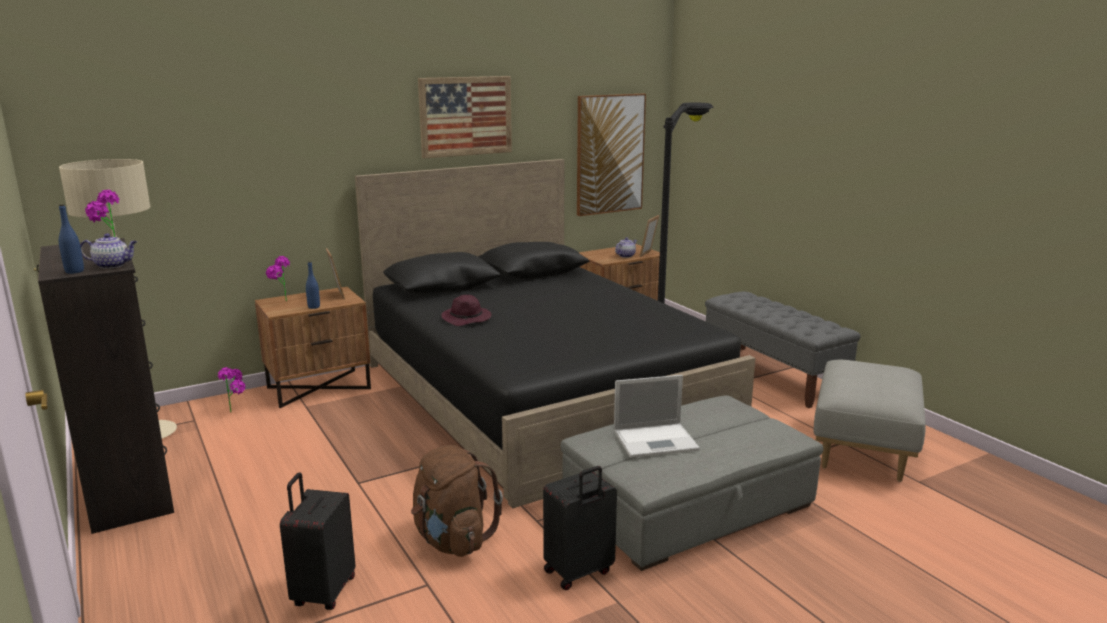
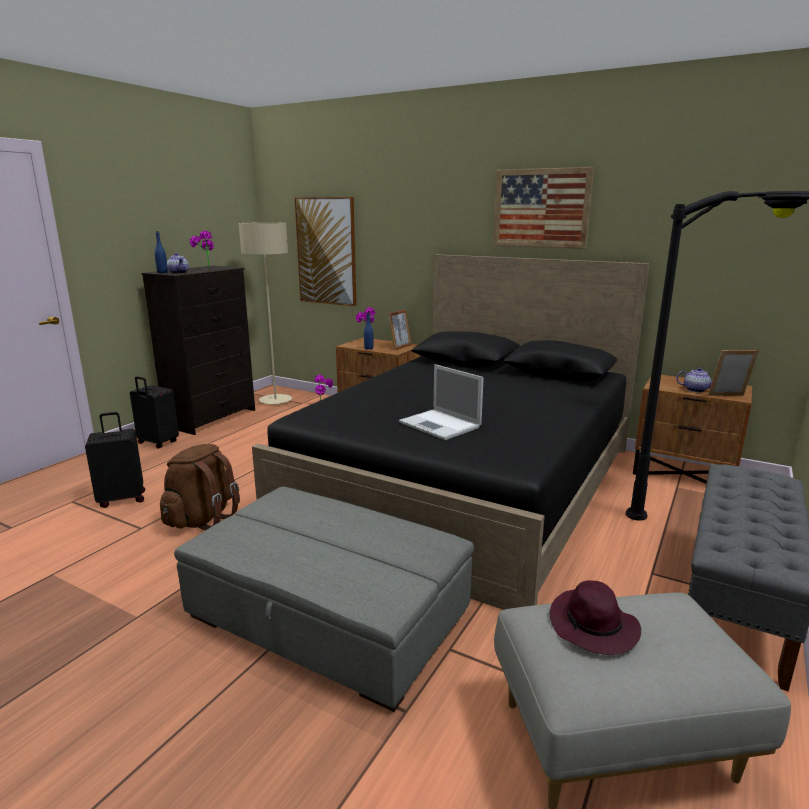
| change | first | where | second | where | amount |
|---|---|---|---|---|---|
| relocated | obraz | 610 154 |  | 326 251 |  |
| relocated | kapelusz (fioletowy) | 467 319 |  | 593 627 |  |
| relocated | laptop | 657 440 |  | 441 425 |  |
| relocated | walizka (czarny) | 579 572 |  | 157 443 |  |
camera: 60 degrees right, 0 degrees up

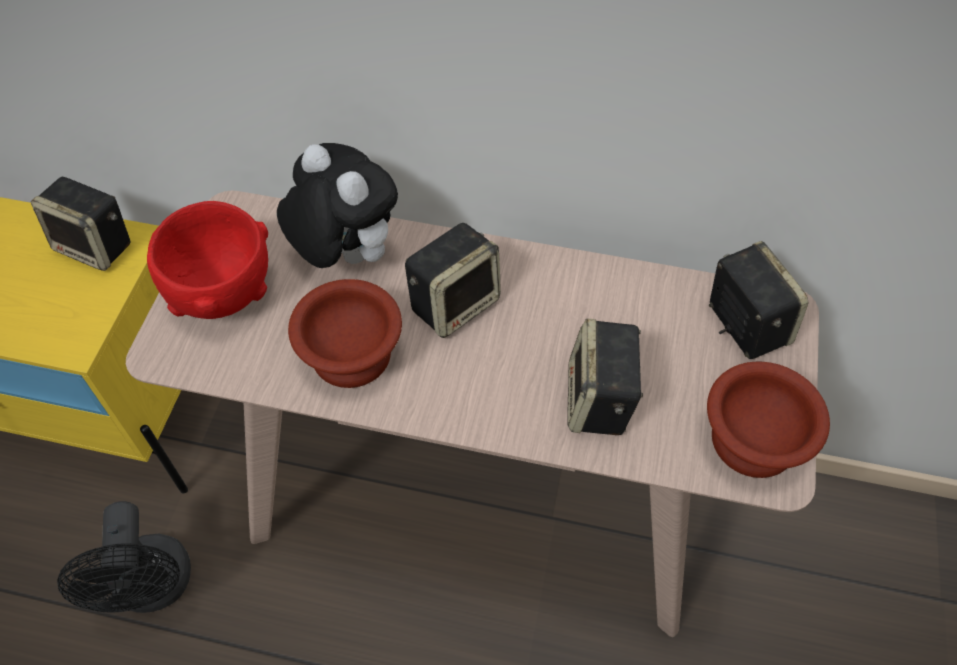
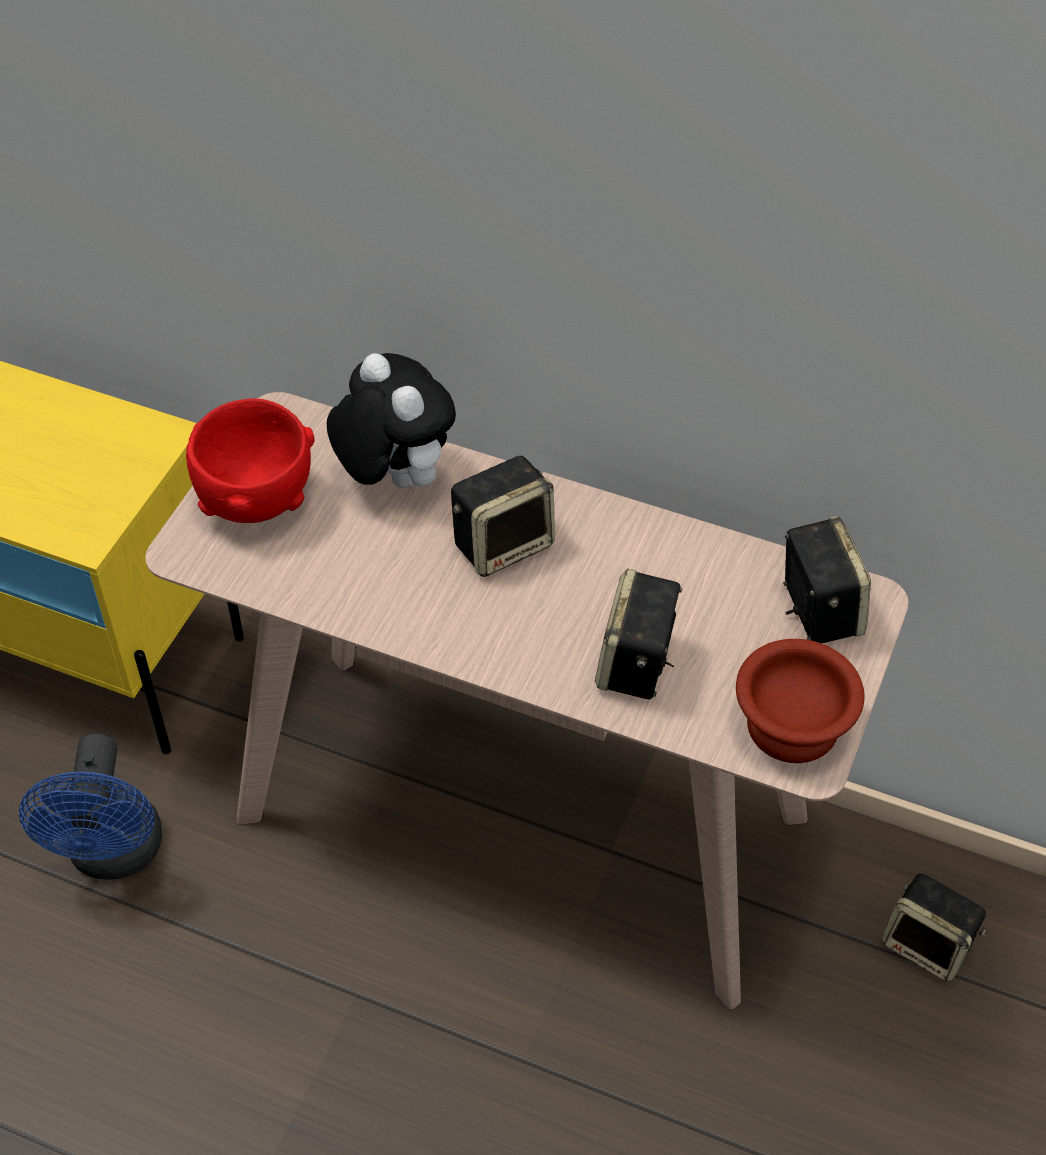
| change | first | where | second | where | amount |
|---|---|---|---|---|---|
| relocated | głośnik | 97 246 |  | 928 946 |  |
| missing | miska (brązowy) | 351 352 |  |  |  |
| colour | wentylator (czarny) | 153 589 | wentylator (niebieski) | 114 856 |  |
camera: 10 degrees right, 5 degrees down

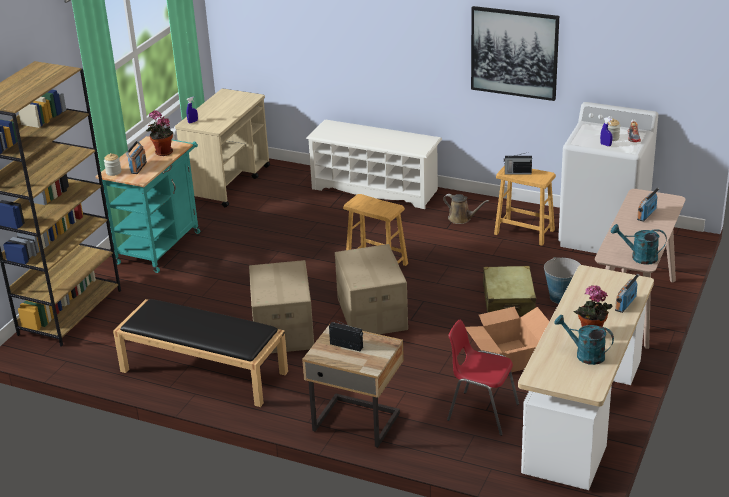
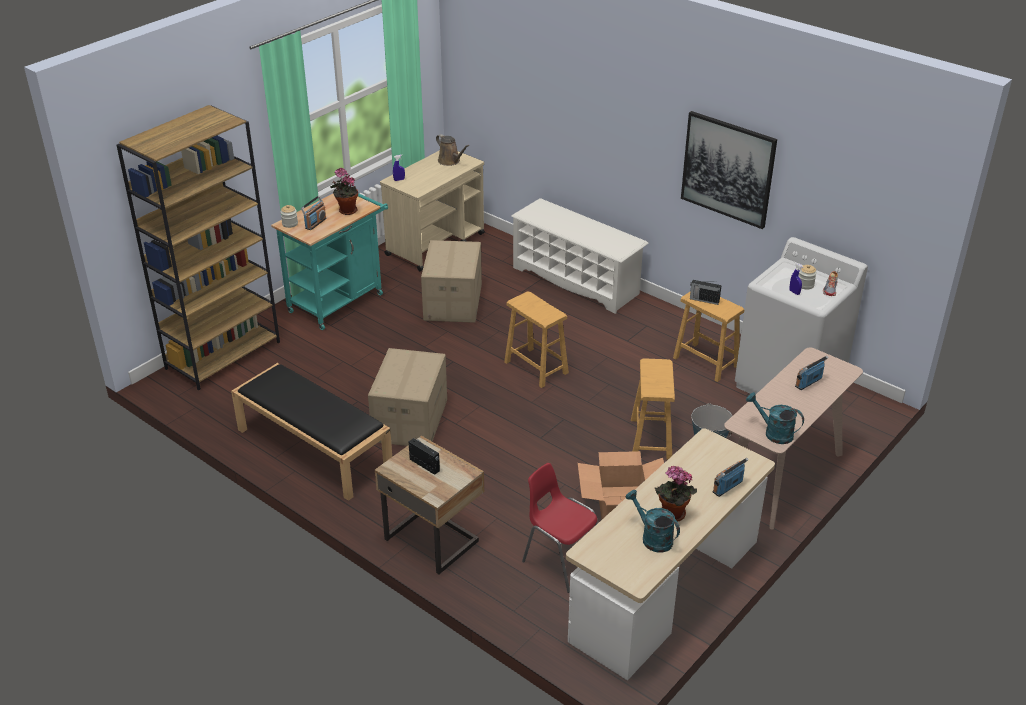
| change | first | where | second | where | amount |
|---|---|---|---|---|---|
| relocated | konewka (brązowy) | 461 219 |  | 450 161 |  |
| relocated | karton | 371 314 |  | 452 302 |  |
| exchanged | walizka (beżowy) | 508 301 | stołek (brązowy) | 650 439 |  |
camera: 15 degrees right, 5 degrees up

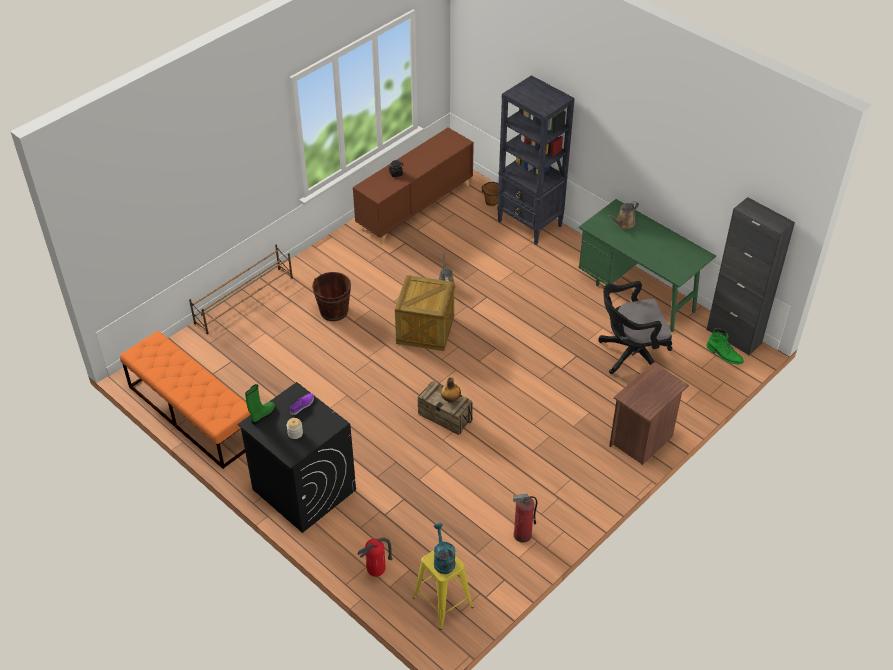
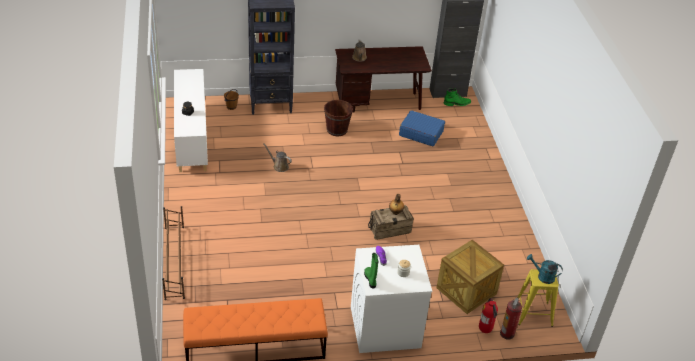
| change | first | where | second | where | amount |
|---|---|---|---|---|---|
| colour | szafka (brązowy) | 415 207 | szafka (biały) | 191 137 |  |
| colour | biurko (zielony) | 638 294 | biurko (brązowy) | 378 102 |  |
| relocated | wiadro (brązowy) | 334 311 |  | 337 130 |  |
| relocated | skrzynka | 425 330 |  | 466 291 |  |
| exchanged | krzesło biurowe (czarny) | 630 355 | walizka (niebieski) | 421 133 |  |
| missing | szafka nocna (brązowy) | 642 440 |  |  |  |
| colour | pralka (czarny) | 303 489 | pralka (biały) | 384 327 |  |
| relocated | gaśnica | 522 535 |  | 507 334 |  |
camera: 55 degrees left, 5 degrees down

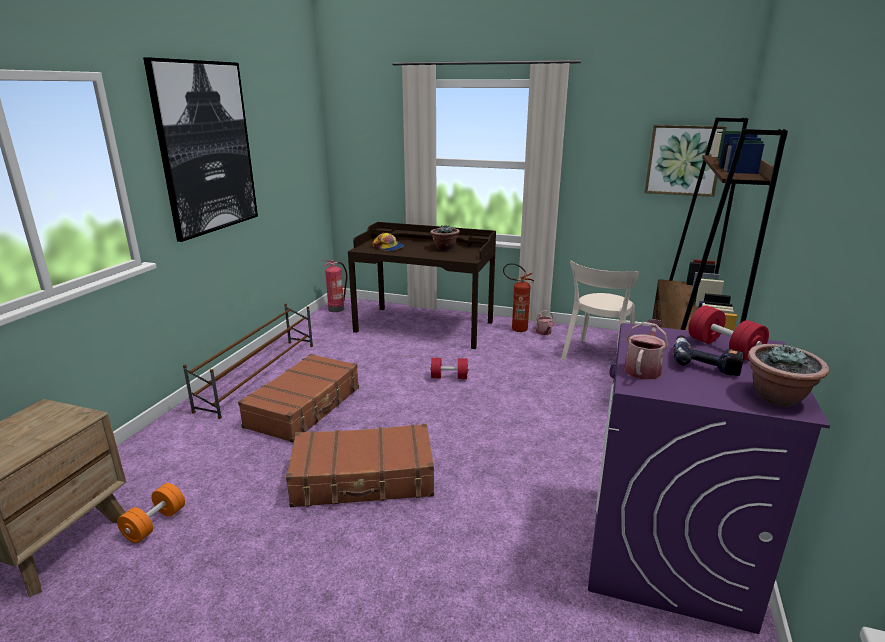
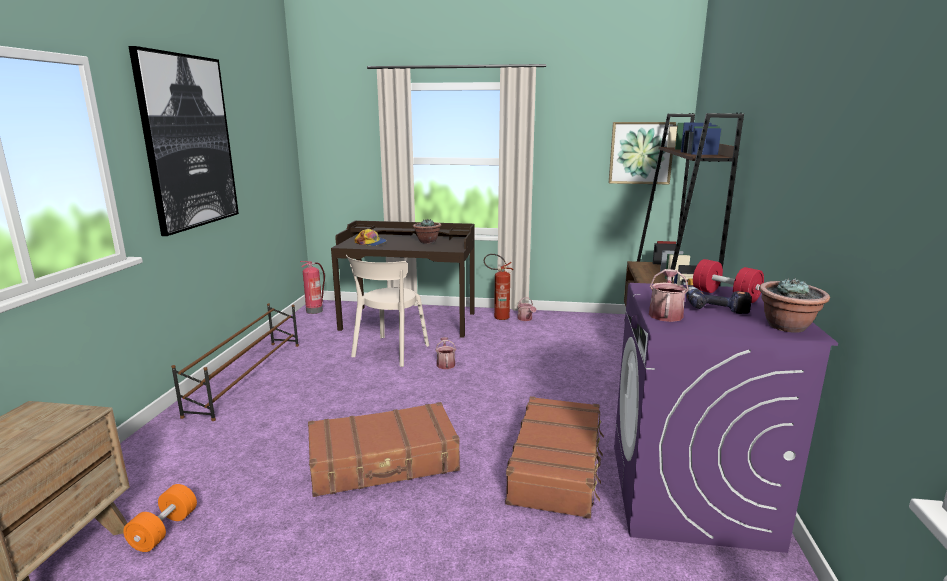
| change | first | where | second | where | amount |
|---|---|---|---|---|---|
| relocated | krzesło (beżowy) | 597 357 |  | 389 352 |  |
| relocated | walizka (brązowy) | 305 407 |  | 557 466 |  |
| exchanged | hantel (czerwony) | 449 377 | konewka | 445 364 |  |
camera: 10 degrees left, 5 degrees down

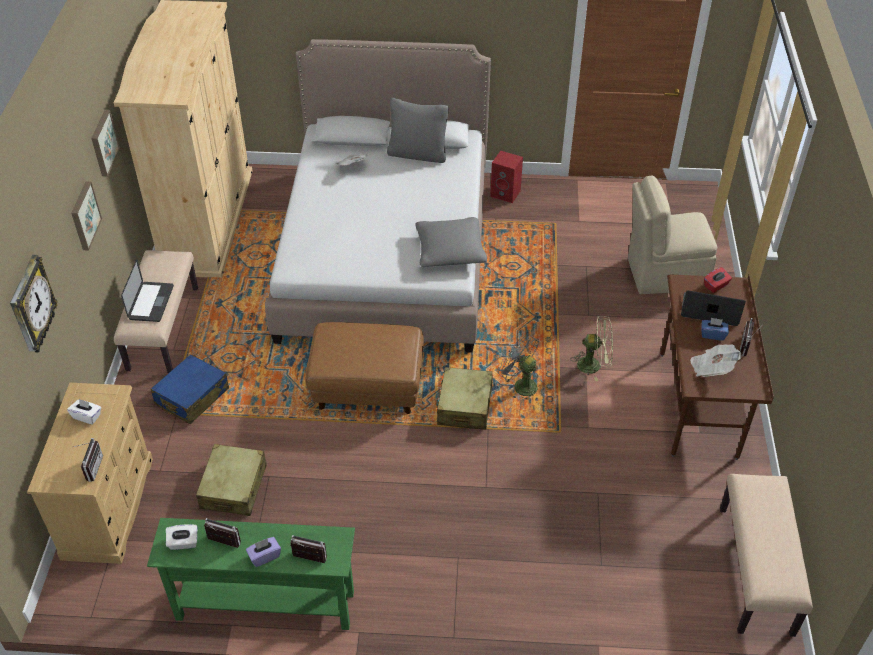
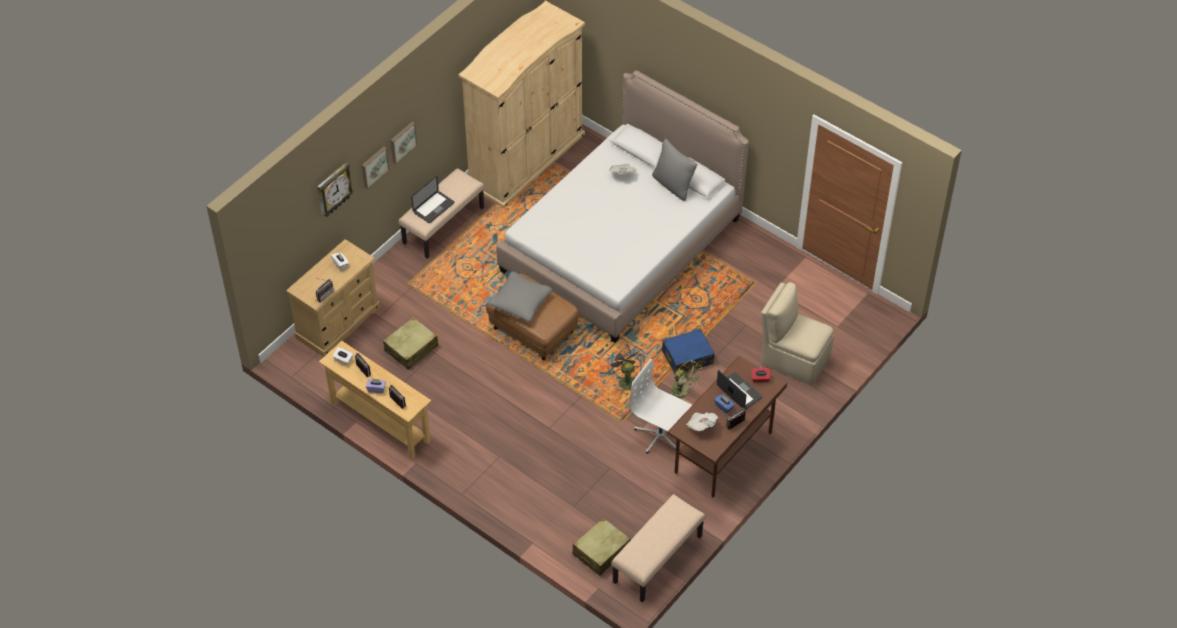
| change | first | where | second | where | amount |
|---|---|---|---|---|---|
| relocated | obraz | 103 143 |  | 374 166 |  |
| missing | głośnik (czerwony) | 506 193 |  |  |  |
| relocated | poduszka (szary) | 450 251 |  | 520 302 |  |
| relocated | walizka (niebieski) | 192 397 |  | 687 357 |  |
| relocated | walizka (beżowy) | 464 406 |  | 601 551 |  |
| colour | stolik konsolowy (zielony) | 265 606 | stolik konsolowy (beżowy) | 380 422 |  |
| appeared |  |  | krzesło biurowe (biały) | 660 435 |  |
camera: 35 degrees right, 5 degrees up

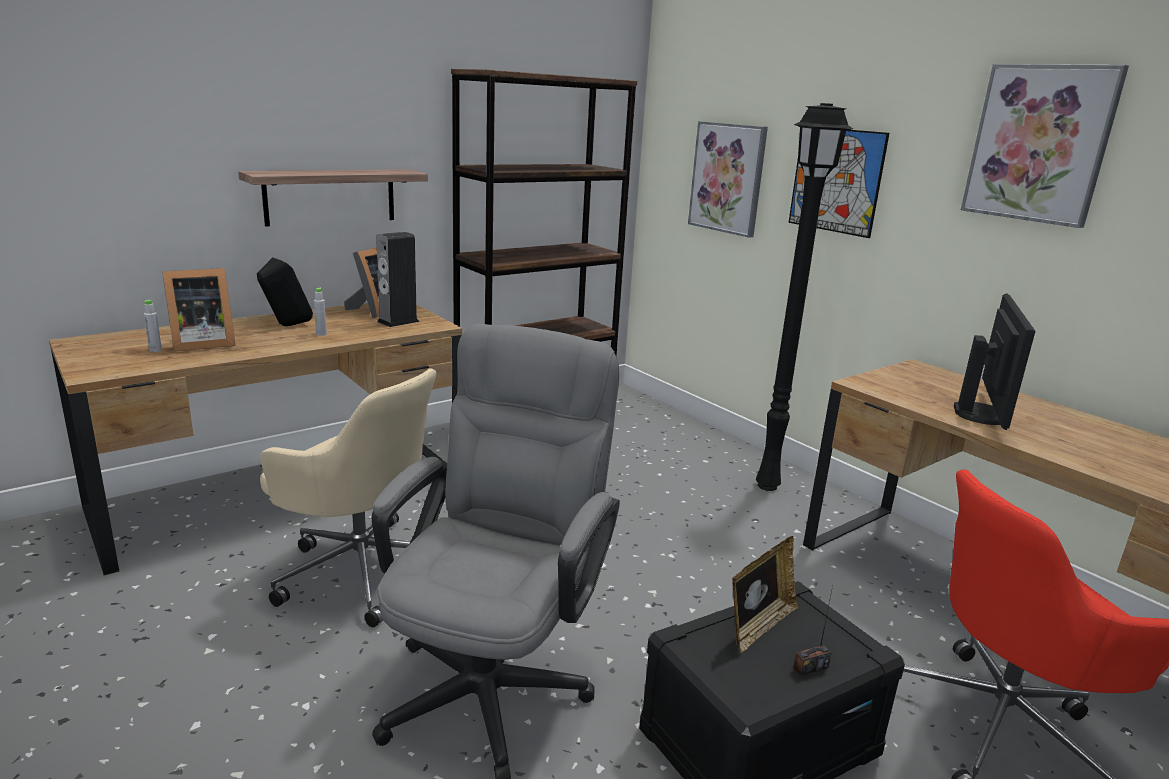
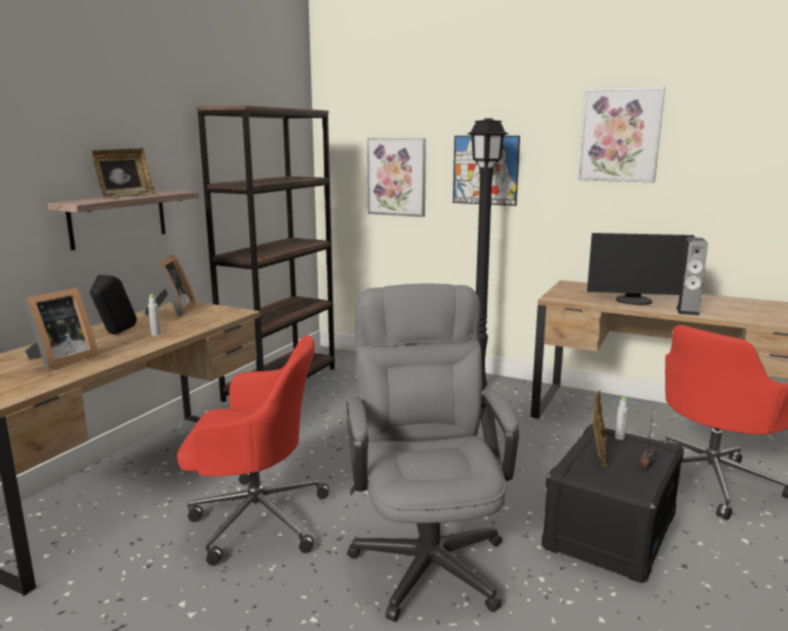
| change | first | where | second | where | amount |
|---|---|---|---|---|---|
| relocated | głośnik | 398 321 |  | 687 311 |  |
| spun | monitor | 984 414 |  | 634 301 | 105 degrees clockwise |
| relocated | butelka (szary) | 155 350 |  | 619 437 |  |
| colour | krzesło biurowe (beżowy) | 361 569 | krzesło biurowe (czerwony) | 255 518 |  |
| appeared |  |  | ramka na zdjęcie | 126 197 |  |
camera: 25 degrees left, 5 degrees down

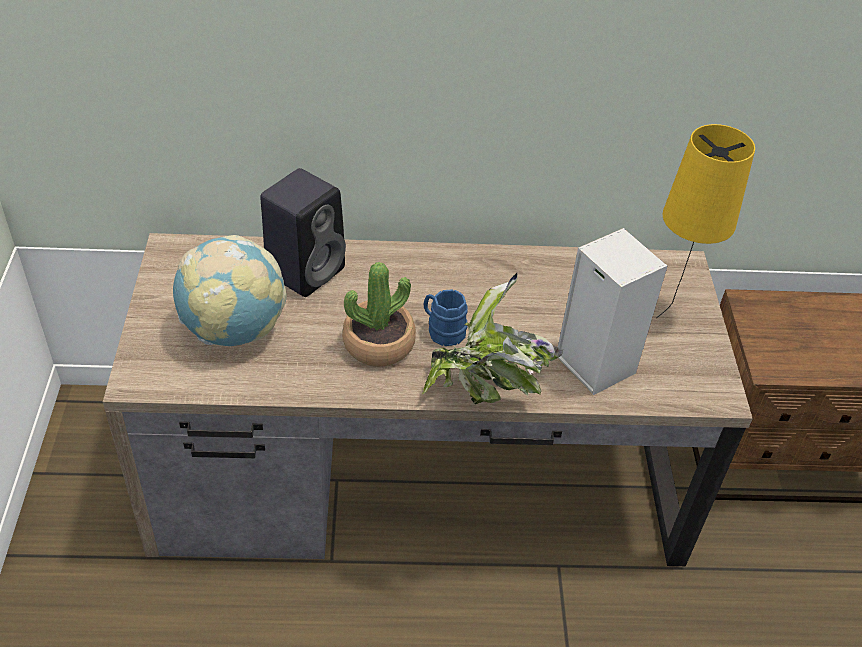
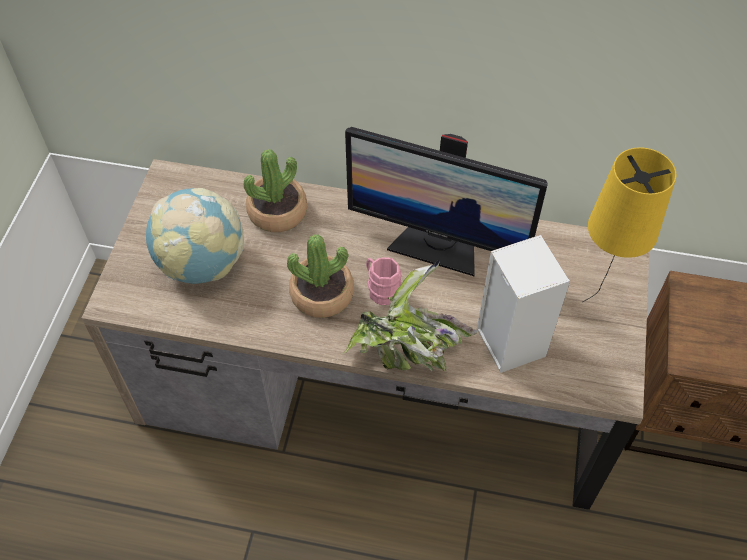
| change | first | where | second | where | amount |
|---|---|---|---|---|---|
| exchanged | głośnik (czarny) | 306 269 | roślina doniczkowa | 277 211 |  |
| colour | kubek (niebieski) | 442 331 | kubek (różowy) | 381 289 |  |
| appeared |  |  | monitor | 437 245 |  |
camera: 15 degrees right, 10 degrees up

